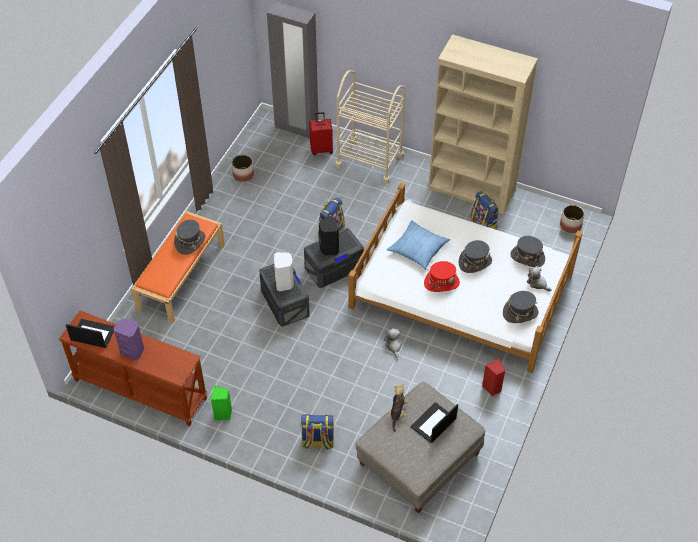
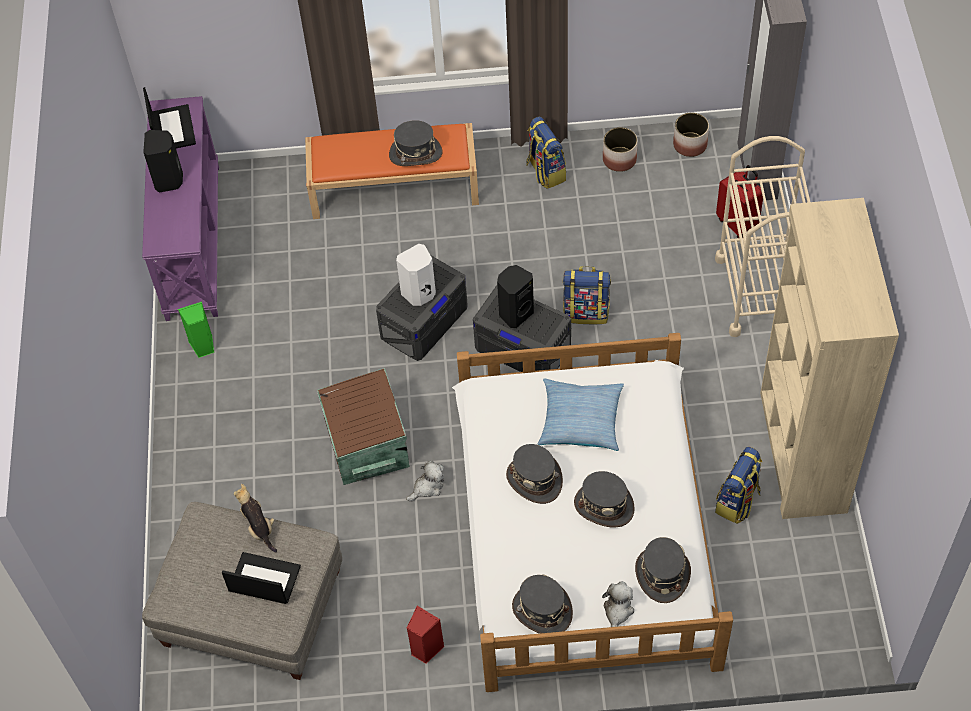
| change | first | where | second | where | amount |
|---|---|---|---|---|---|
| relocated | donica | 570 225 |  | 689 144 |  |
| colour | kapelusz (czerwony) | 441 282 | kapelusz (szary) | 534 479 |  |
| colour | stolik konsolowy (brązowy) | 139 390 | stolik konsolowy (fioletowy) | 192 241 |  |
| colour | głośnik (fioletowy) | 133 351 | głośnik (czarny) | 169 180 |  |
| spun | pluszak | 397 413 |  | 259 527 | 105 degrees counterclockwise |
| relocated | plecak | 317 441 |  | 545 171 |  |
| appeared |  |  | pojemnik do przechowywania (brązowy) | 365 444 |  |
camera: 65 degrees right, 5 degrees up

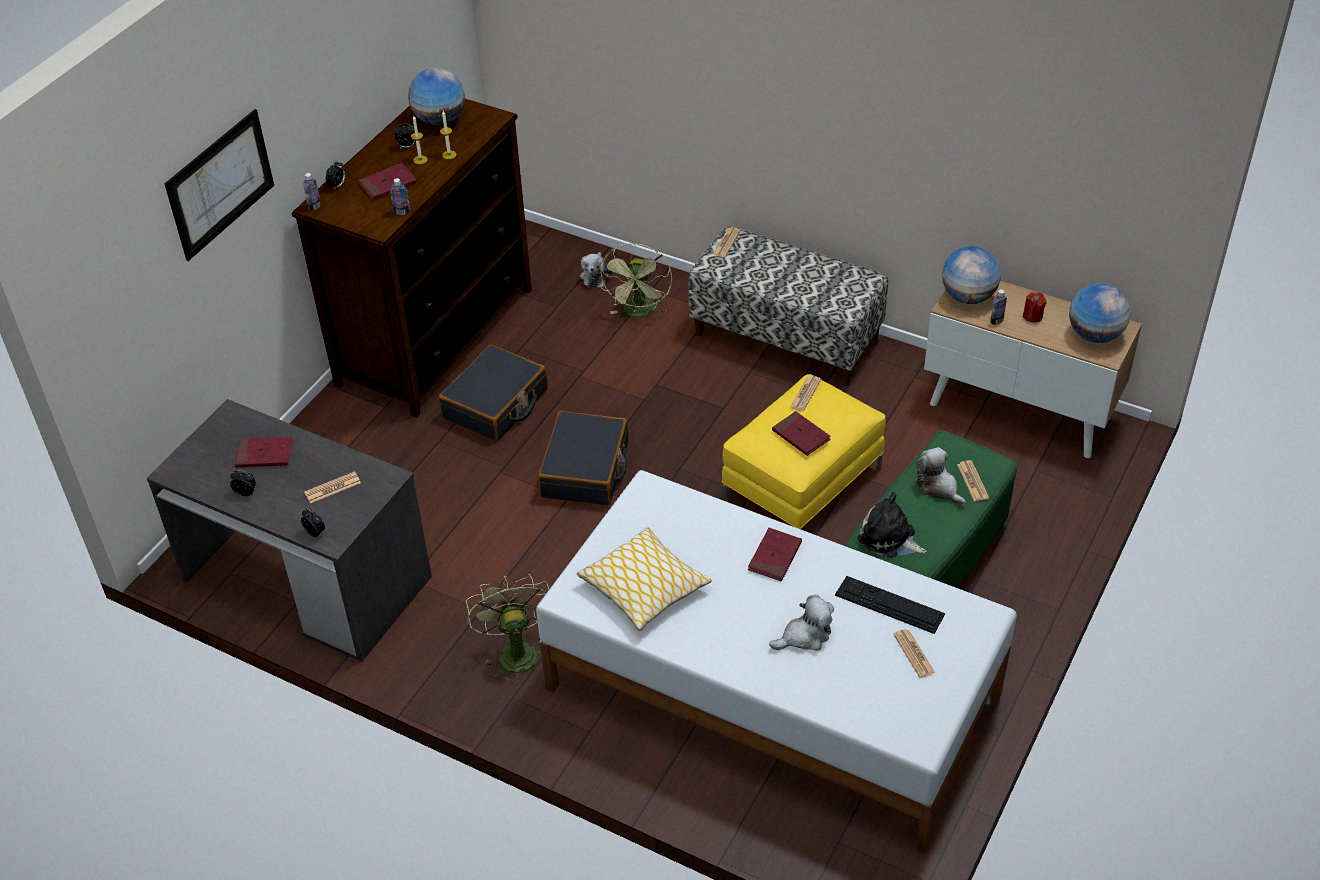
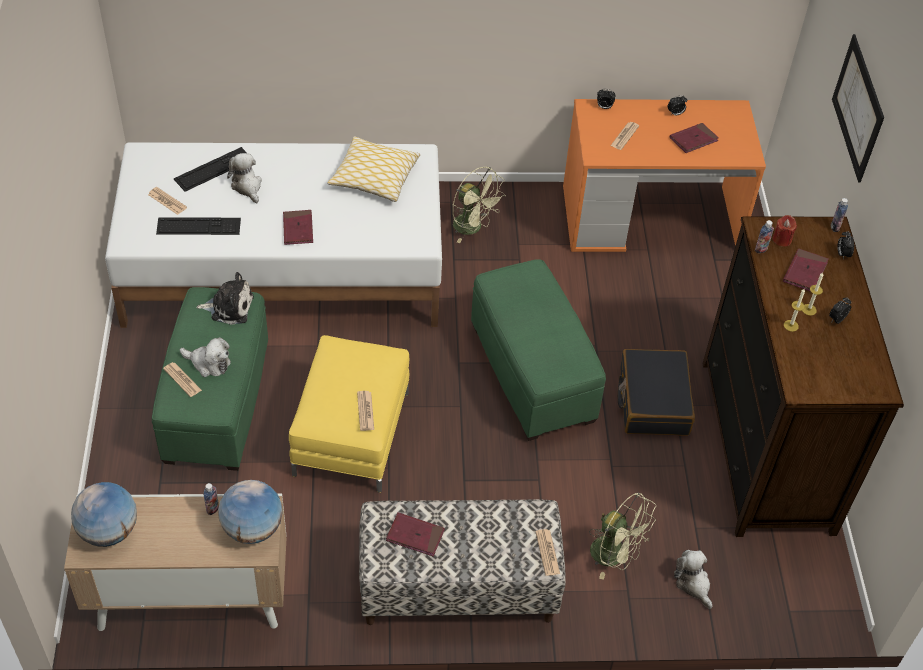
| change | first | where | second | where | amount |
|---|---|---|---|---|---|
| missing | globus | 439 120 |  |  |  |
| spun | wentylator (zielony) | 639 313 |  | 615 555 | 150 degrees clockwise |
| relocated | świeca (czerwony) | 1032 316 |  | 782 239 |  |
| colour | biurko (szary) | 306 579 | biurko (pomarańczowy) | 650 217 |  |
| exchanged | walizka (czarny) | 585 470 | pufa (zielony) | 532 374 |  |
| relocated | książka (czerwony) | 801 436 |  | 415 536 |  |
| spun | pluszak | 805 636 |  | 247 186 | 120 degrees clockwise |
| appeared |  |  | klawiatura | 213 169 |  |
camera: 145 degrees right, 5 degrees up

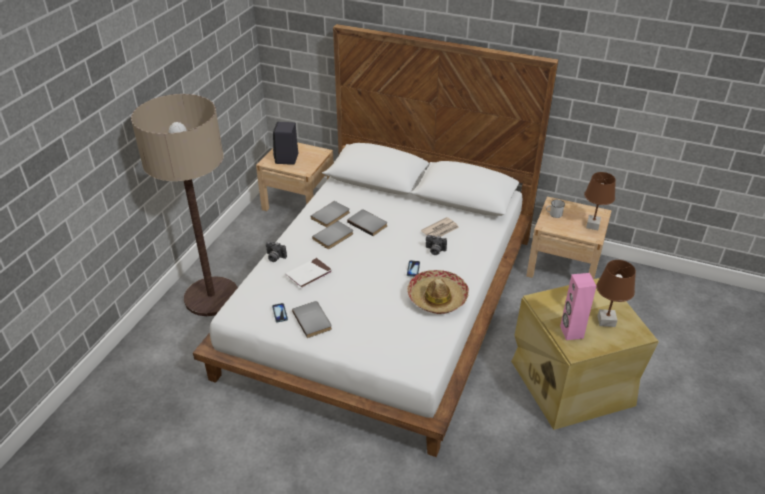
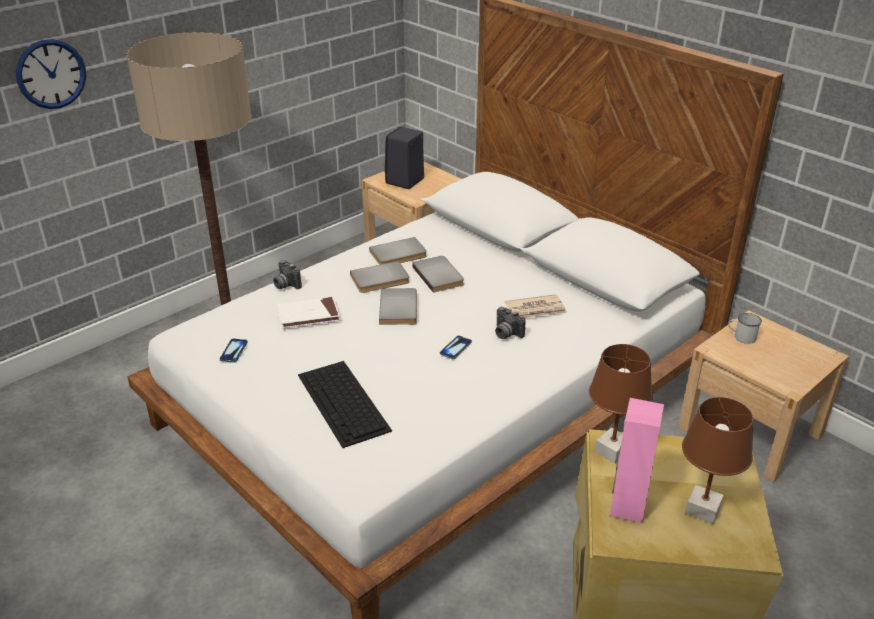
| change | first | where | second | where | amount |
|---|---|---|---|---|---|
| relocated | lampa stołowa (brązowy) | 593 225 |  | 612 451 |  |
| missing | kapelusz | 437 297 |  |  |  |
| relocated | książka (szary) | 313 320 |  | 400 308 |  |
| appeared |  |  | zegar ścienny | 51 74 |  |
| appeared |  |  | klawiatura | 344 403 |  |
camera: 25 degrees right, 5 degrees down

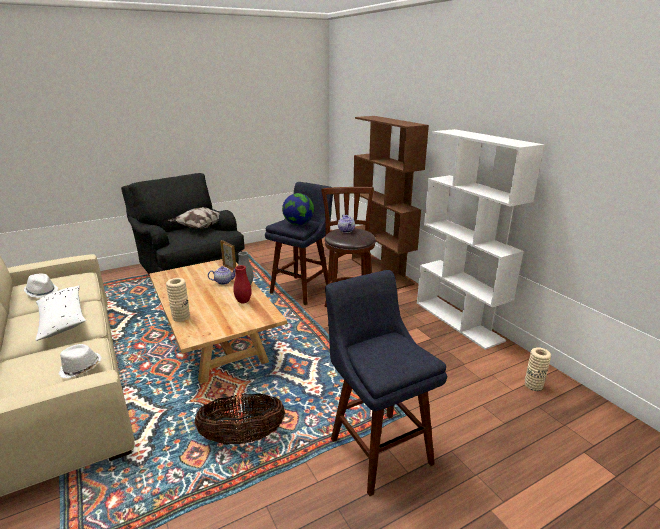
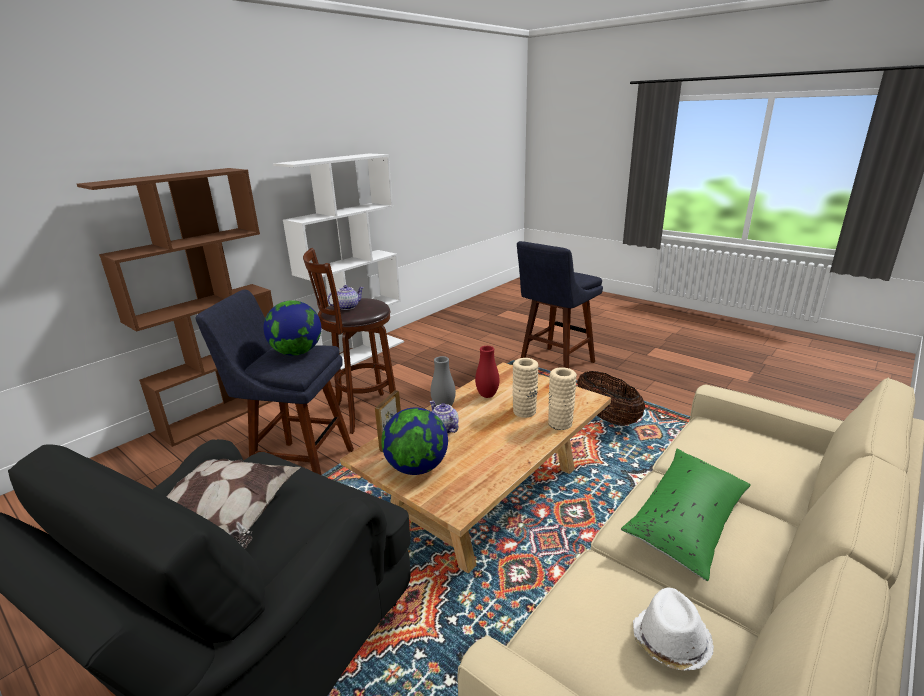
| change | first | where | second | where | amount |
|---|---|---|---|---|---|
| colour | poduszka (biały) | 62 319 | poduszka (zielony) | 687 520 |  |
| missing | kapelusz (biały) | 81 369 |  |  |  |
| relocated | wazon (beżowy) | 533 385 |  | 524 411 |  |
| appeared |  |  | globus | 416 467 |  |
camera: 110 degrees left, 0 degrees up

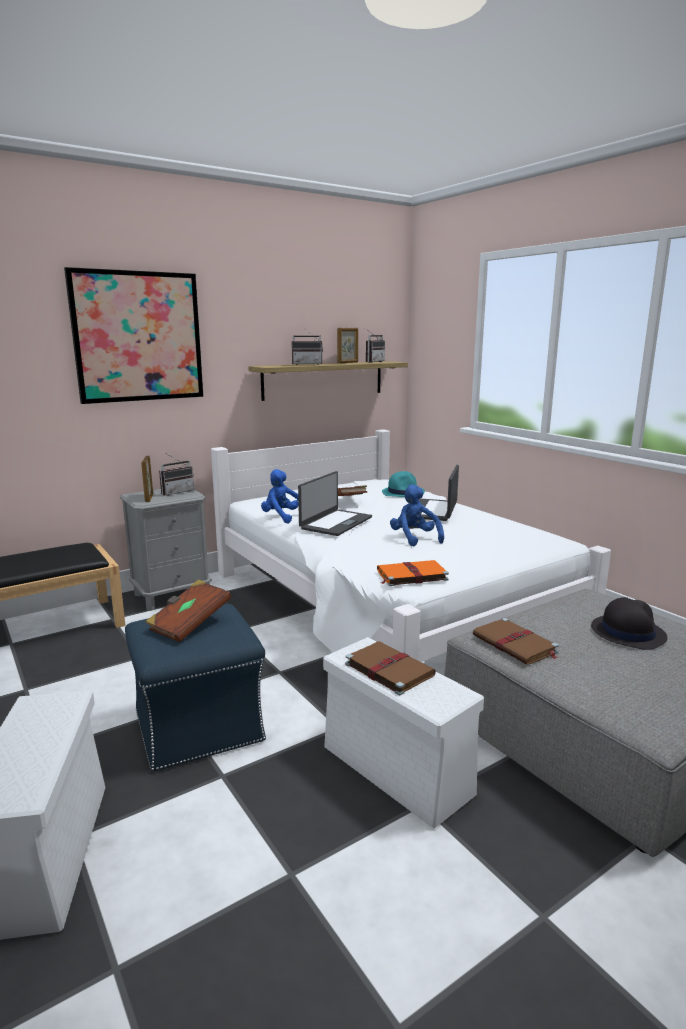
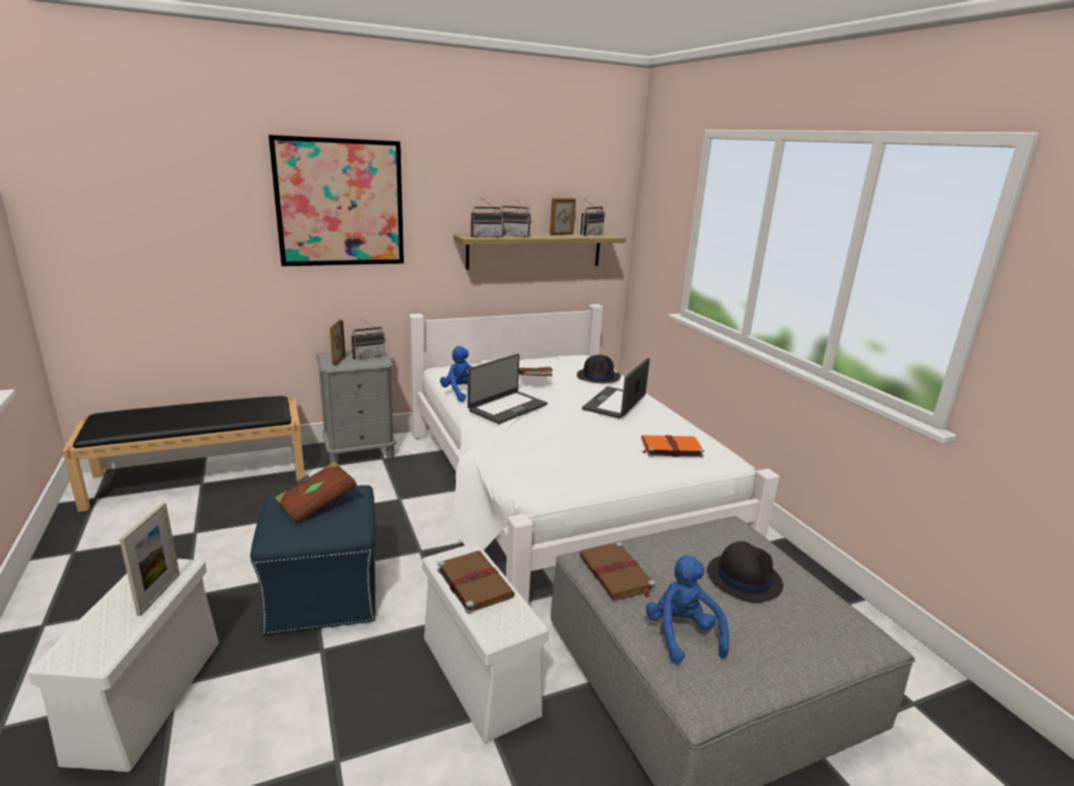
| change | first | where | second | where | amount |
|---|---|---|---|---|---|
| colour | kapelusz (turkusowy) | 403 492 | kapelusz (czarny) | 598 376 |  |
| relocated | pluszak (niebieski) | 414 538 |  | 682 634 |  |
| relocated | książka (pomarańczowy) | 410 575 |  | 670 448 |  |
| appeared |  |  | radio | 485 236 |  |
| appeared |  |  | ramka na zdjęcie | 159 594 |  |
camera: 10 degrees right, 5 degrees up

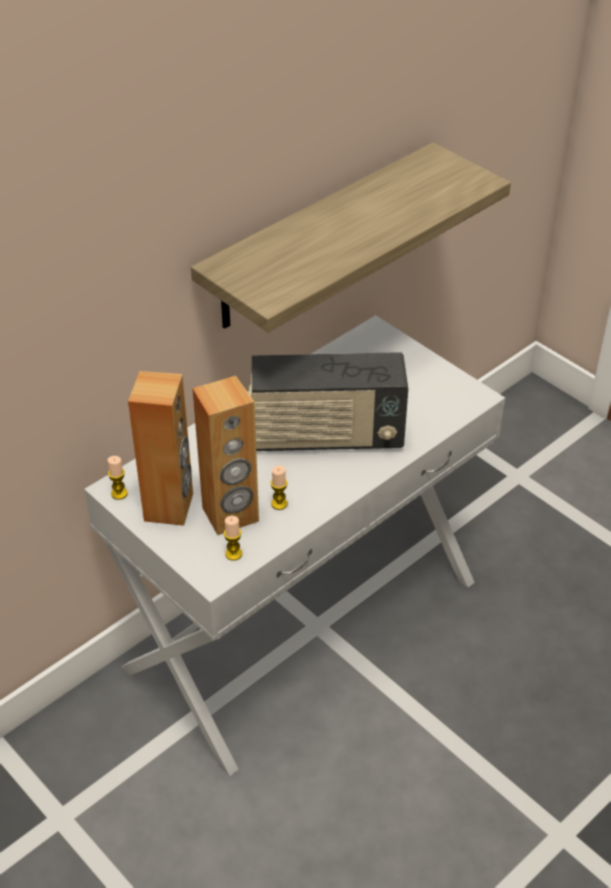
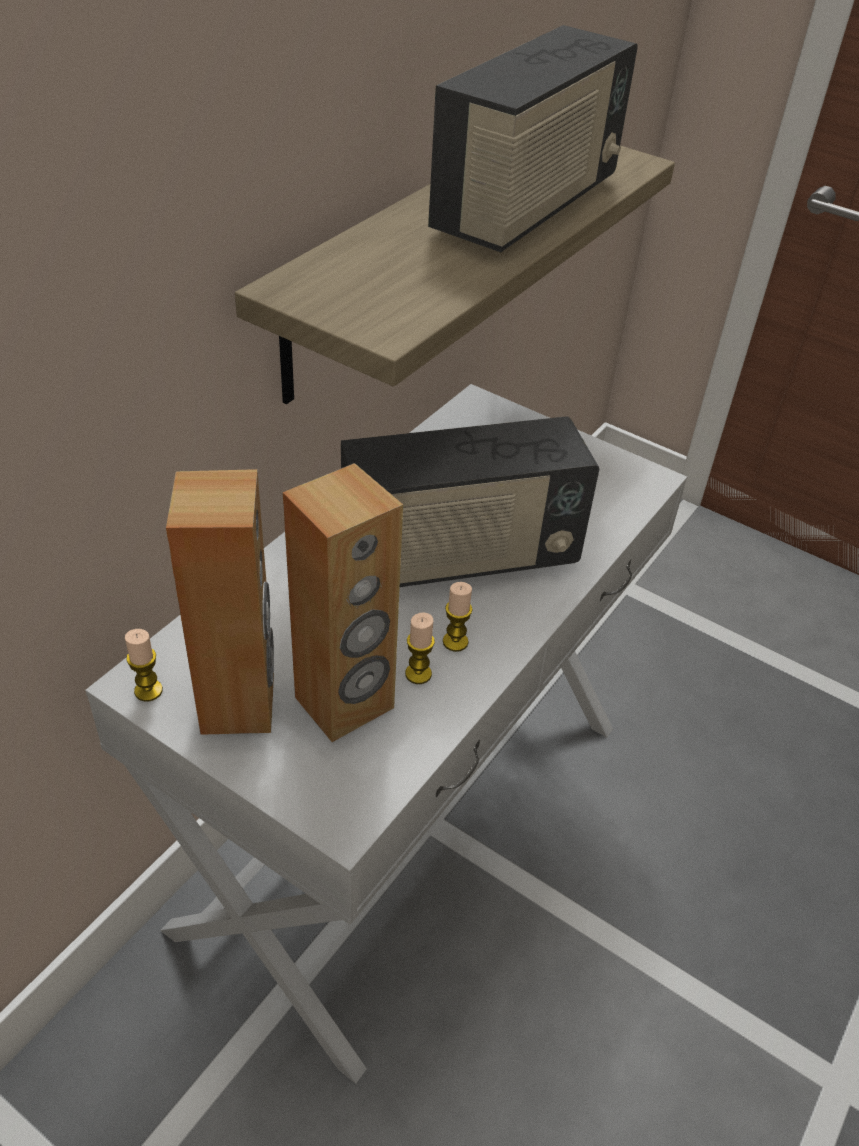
| change | first | where | second | where | amount |
|---|---|---|---|---|---|
| relocated | świeca | 233 554 |  | 455 642 |  |
| appeared |  |  | radio | 527 207 |  |
camera: 15 degrees left, 0 degrees up

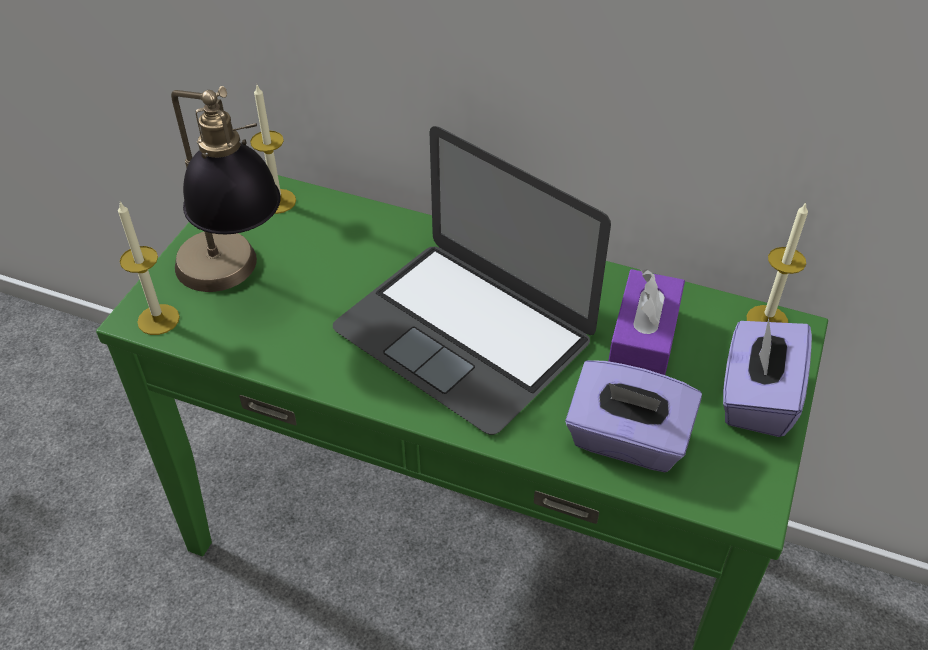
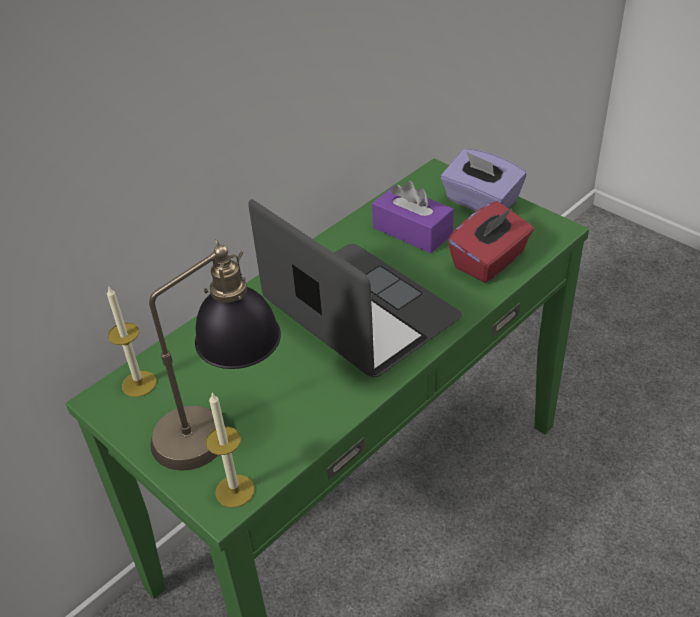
| change | first | where | second | where | amount |
|---|---|---|---|---|---|
| spun | laptop | 463 333 |  | 359 309 | 105 degrees counterclockwise |
| missing | świeca | 767 320 |  |  |  |
| colour | pudełko chusteczek (fioletowy) | 626 440 | pudełko chusteczek (czerwony) | 489 261 |  |
camera: 65 degrees left, 5 degrees down

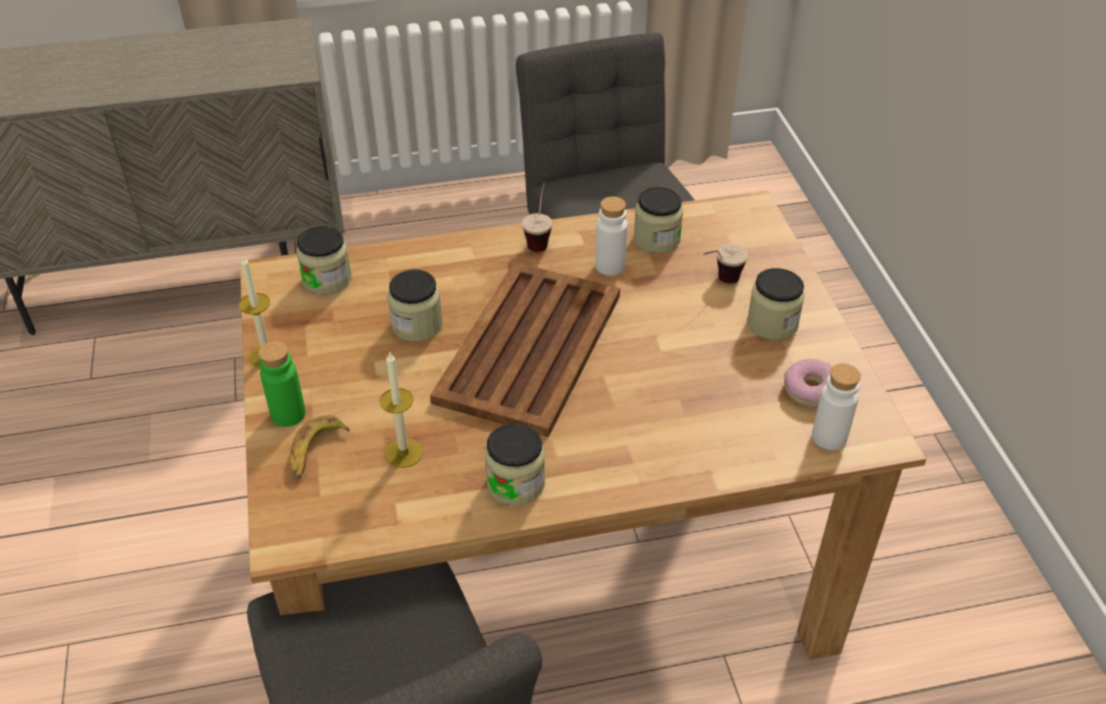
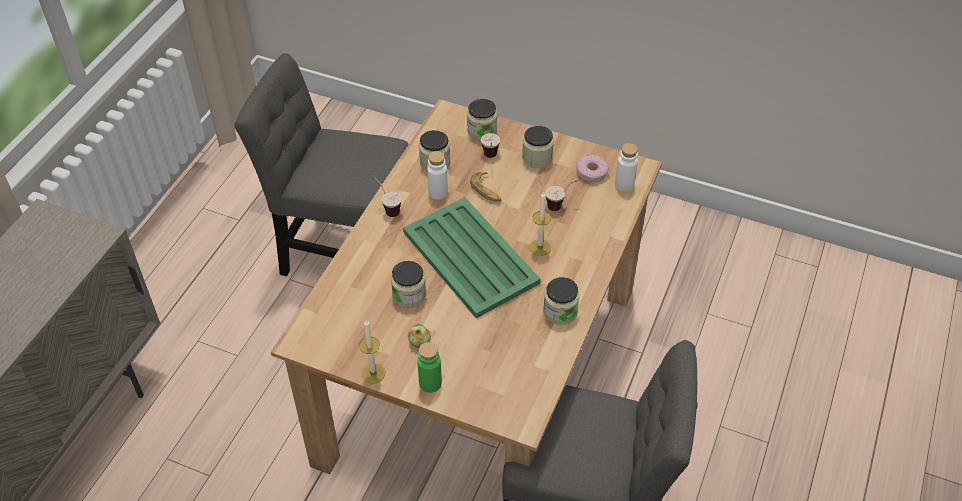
| change | first | where | second | where | amount |
|---|---|---|---|---|---|
| relocated | słoik | 327 279 |  | 482 131 |  |
| colour | taca (brązowy) | 528 349 | taca (zielony) | 470 258 |  |
| relocated | świeca | 403 453 |  | 540 247 |  |
| relocated | banan | 316 452 |  | 486 191 |  |
| appeared |  |  | filiżanka | 562 205 |  |
| appeared |  |  | jabłko | 419 342 |  |
camera: 55 degrees left, 5 degrees up

